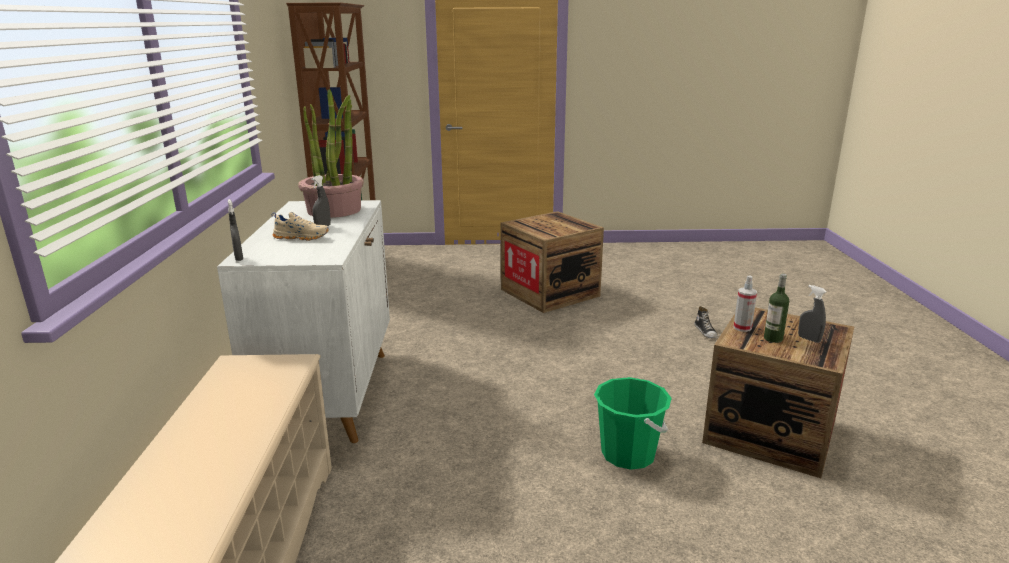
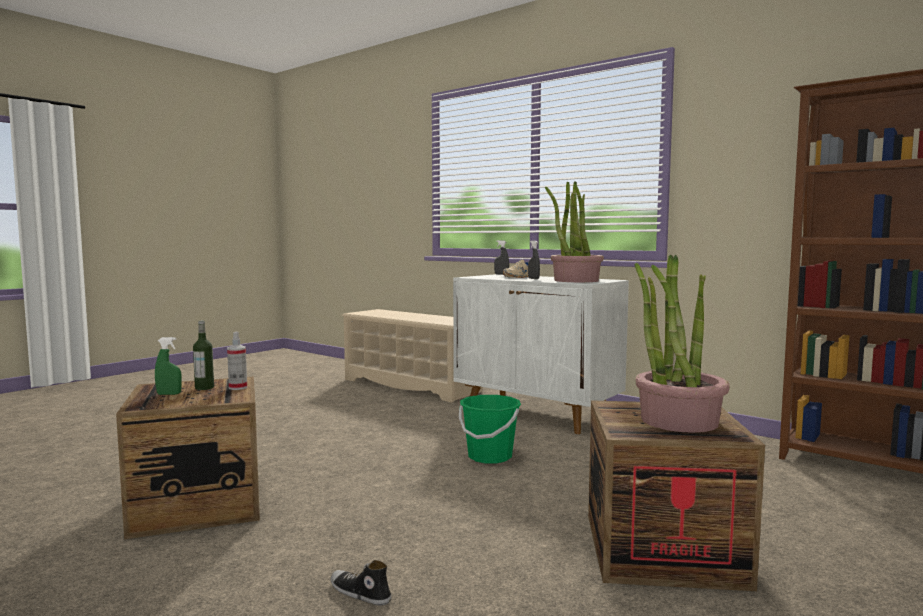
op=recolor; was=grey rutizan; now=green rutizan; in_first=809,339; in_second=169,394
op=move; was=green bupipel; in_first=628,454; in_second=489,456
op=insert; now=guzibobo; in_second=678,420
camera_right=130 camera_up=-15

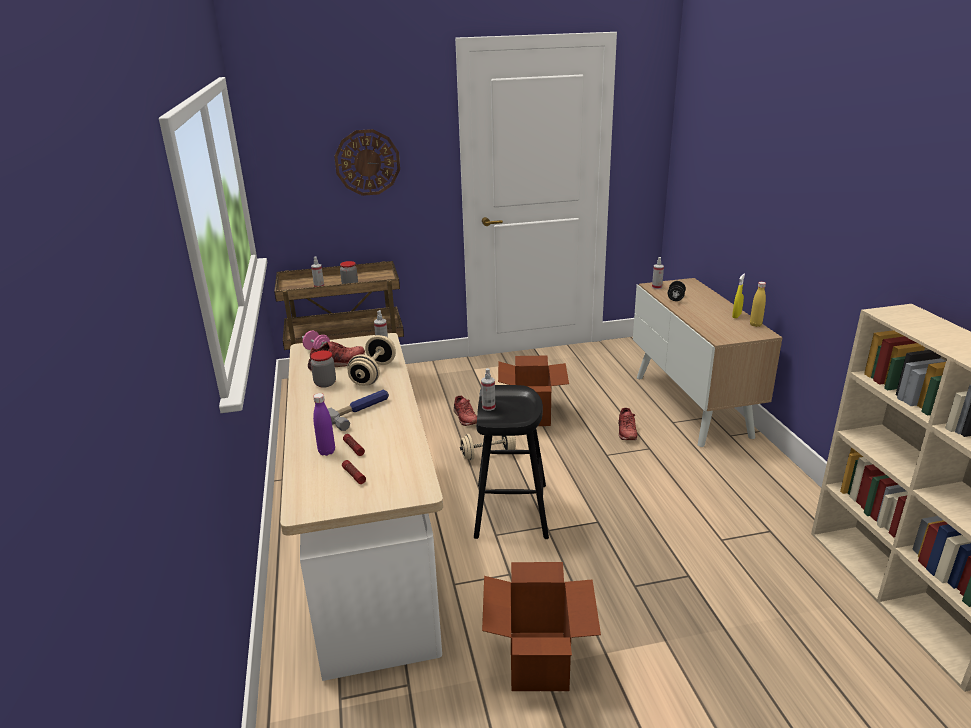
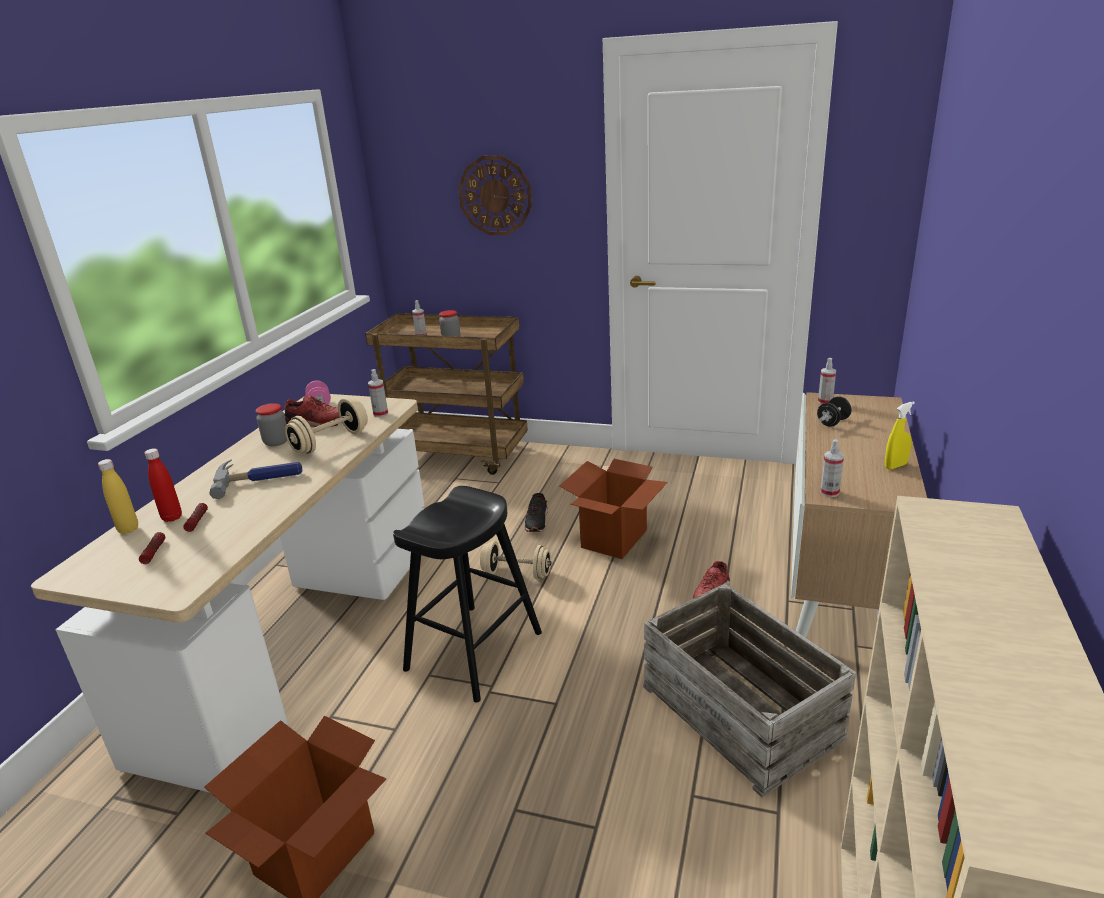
op=move; was=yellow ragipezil; in_first=755,325; in_second=128,529
op=move; was=rutizan; in_first=488,407; in_second=829,492
op=recolor; was=purple ragipezil; now=red ragipezil; in_first=327,451; in_second=172,517
op=recolor; was=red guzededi; now=black guzededi; in_first=465,417; in_second=536,521
op=insert; now=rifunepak; in_second=741,711
camera_right=30 camera_up=0

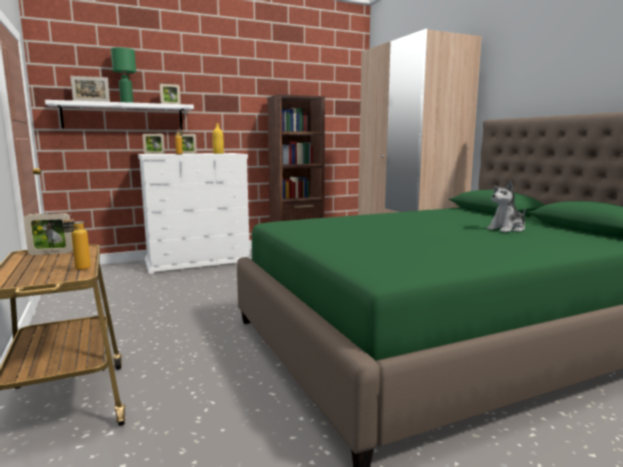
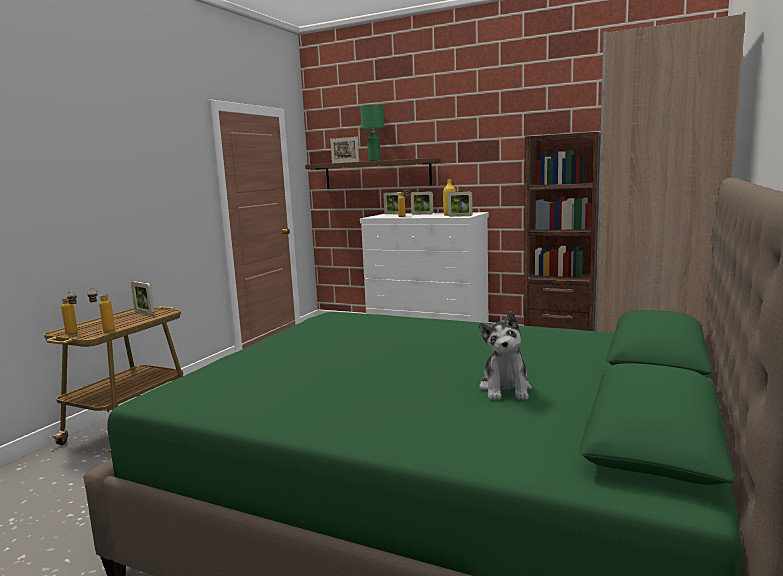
op=move; was=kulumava; in_first=170,104; in_second=460,216
op=recolor; was=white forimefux; now=brown forimefux; in_first=124,116; in_second=376,174
op=rotate; was=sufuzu; in_first=507,229; in_second=505,389; clockwise=-105
op=insert; now=ragipezil; in_second=74,333
camera_right=50 camera_up=0

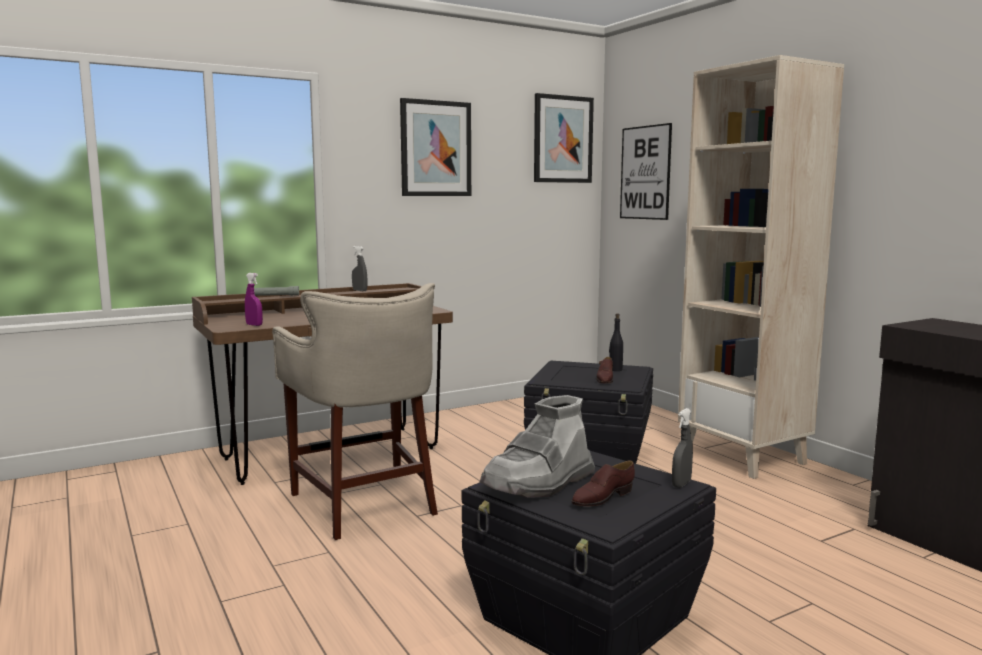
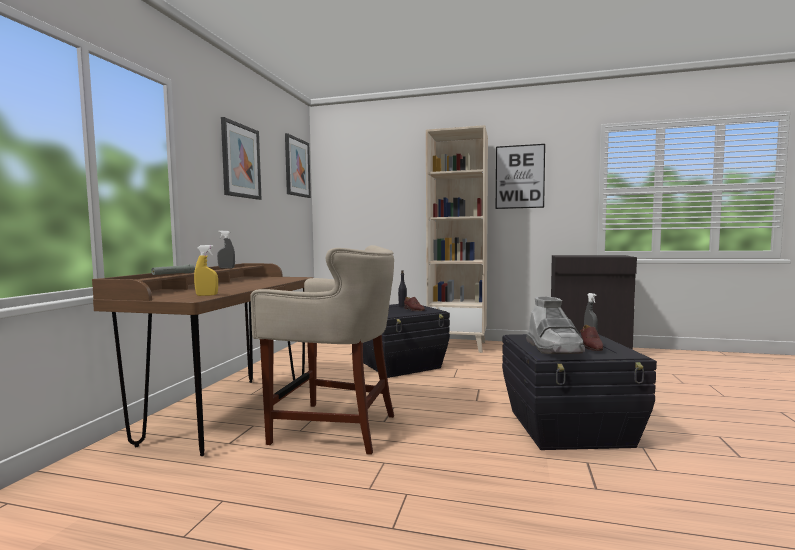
op=move; was=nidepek; in_first=645,172; in_second=519,177
op=recolor; was=purple rutizan; now=yellow rutizan; in_first=254,325; in_second=207,295
camera_right=-45 camera_up=-5

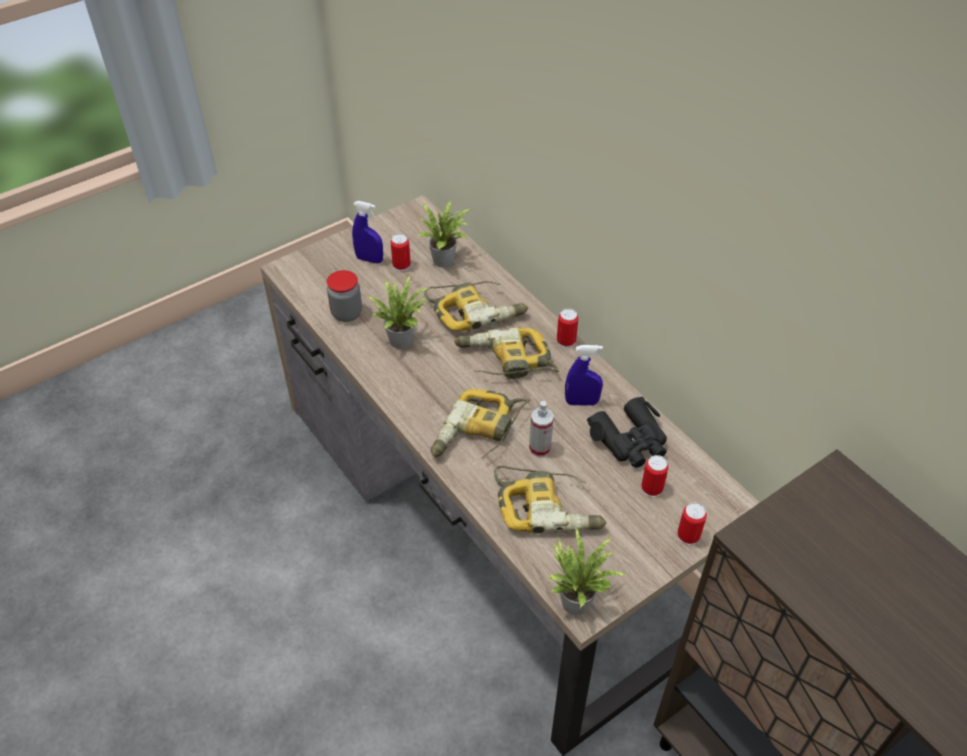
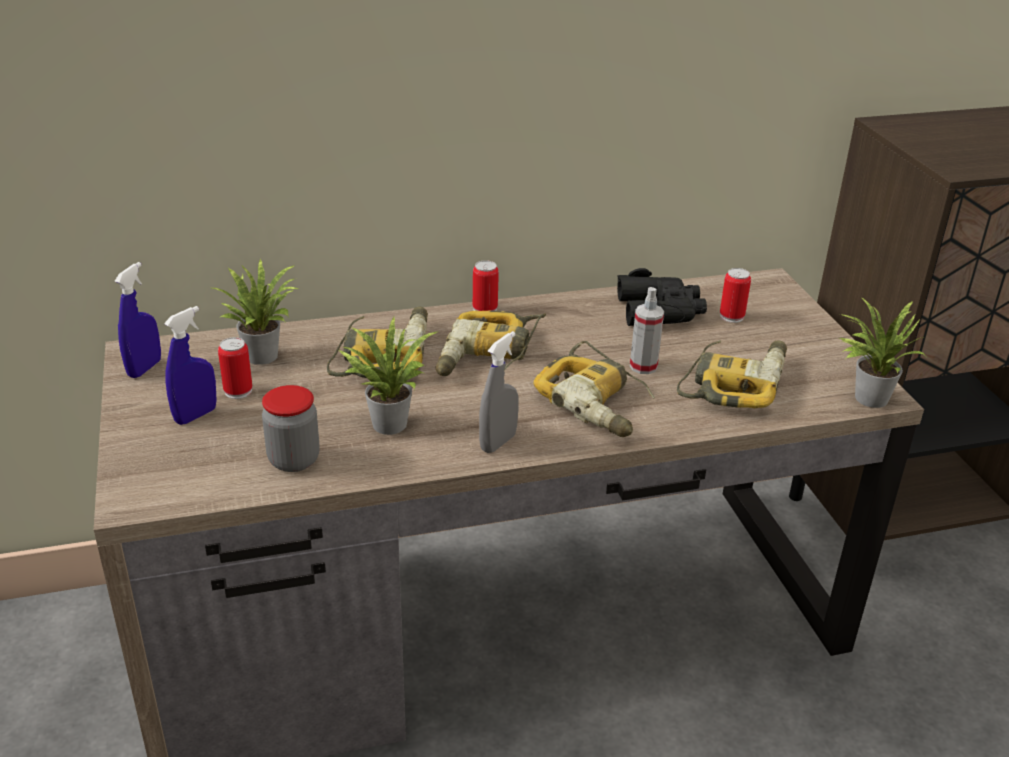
op=move; was=blue rutizan; in_first=581,402; in_second=144,368
op=delete; was=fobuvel; in_first=688,536
op=insert; now=grey rutizan; in_second=498,442
camera_right=-70 camera_up=-15

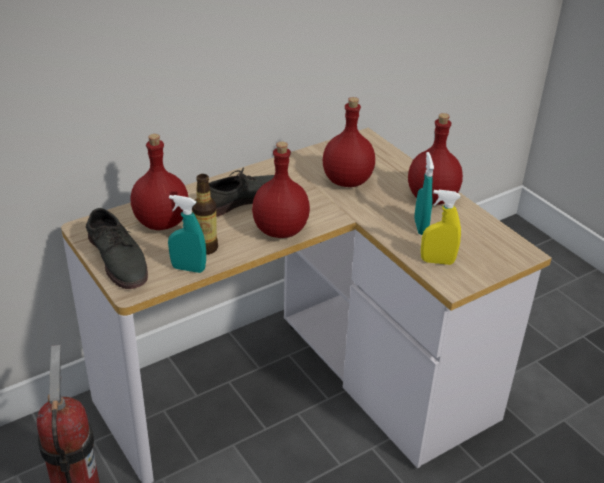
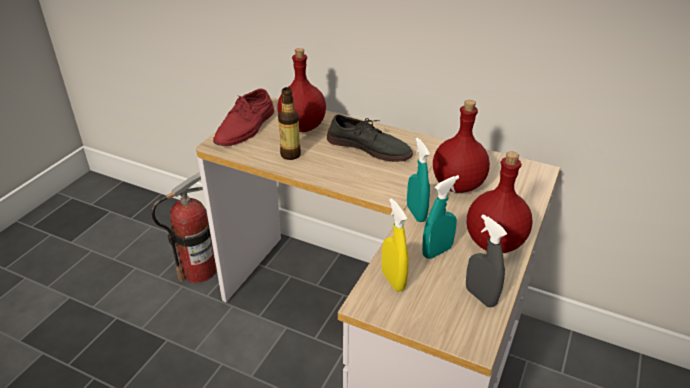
op=delete; was=red ragipezil; in_first=281,229
op=move; was=turquoise rutizan; in_first=188,268; in_second=416,213
op=recolor; was=grey guzededi; now=red guzededi; in_first=118,258; in_second=246,127
op=insert; now=grey rutizan; in_second=480,296
camera_right=60 camera_up=0

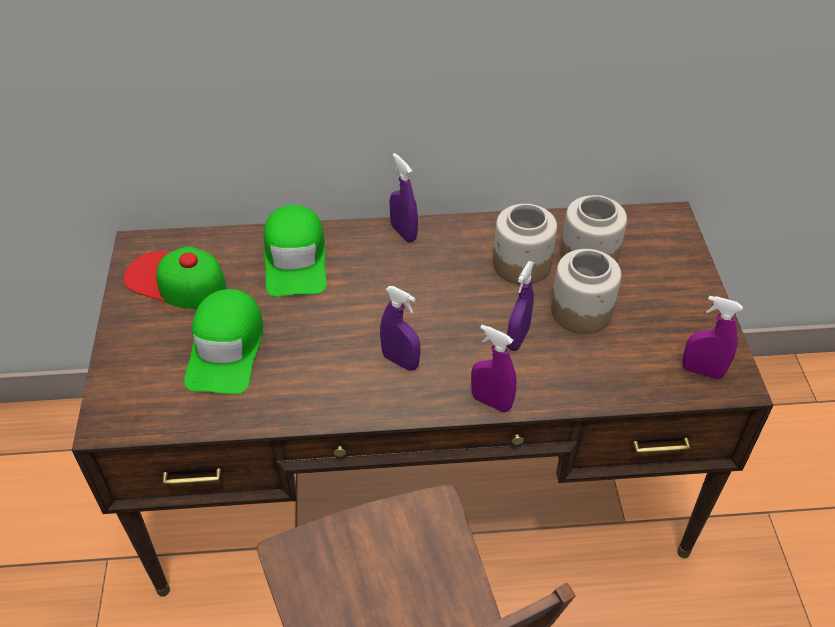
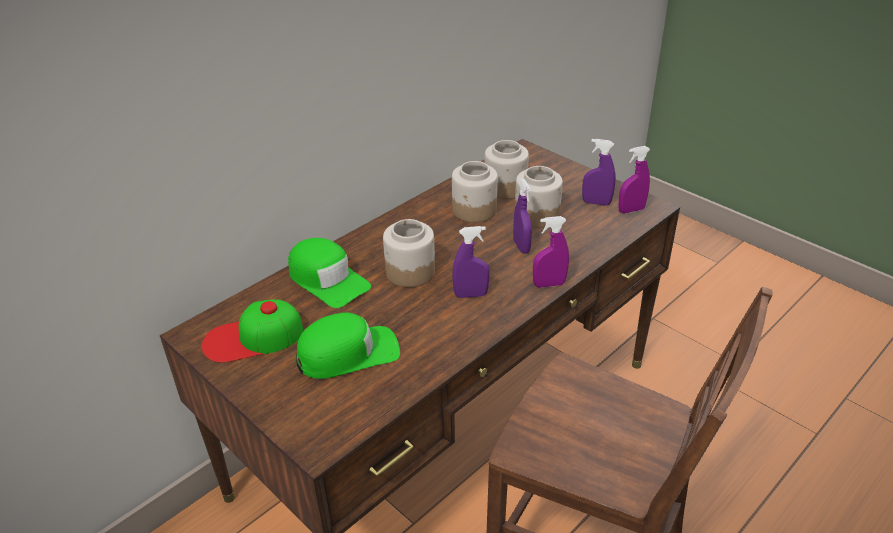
op=move; was=purple rutizan; in_first=403,233; in_second=596,203
op=rotate; was=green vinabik; in_first=226,349; in_second=348,353; clockwise=-75
op=insert; now=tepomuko; in_second=410,272
camera_right=-40 camera_up=-10

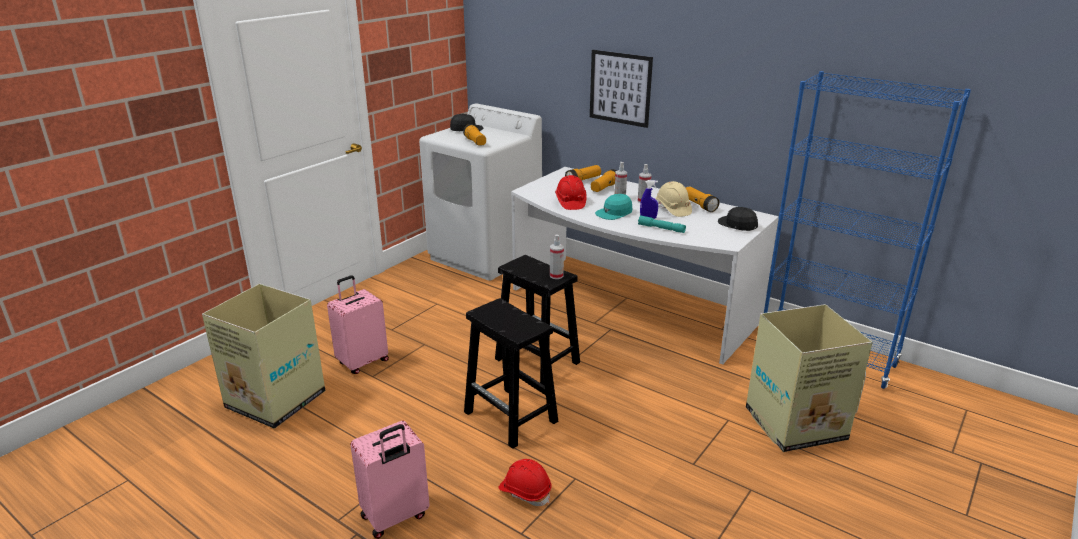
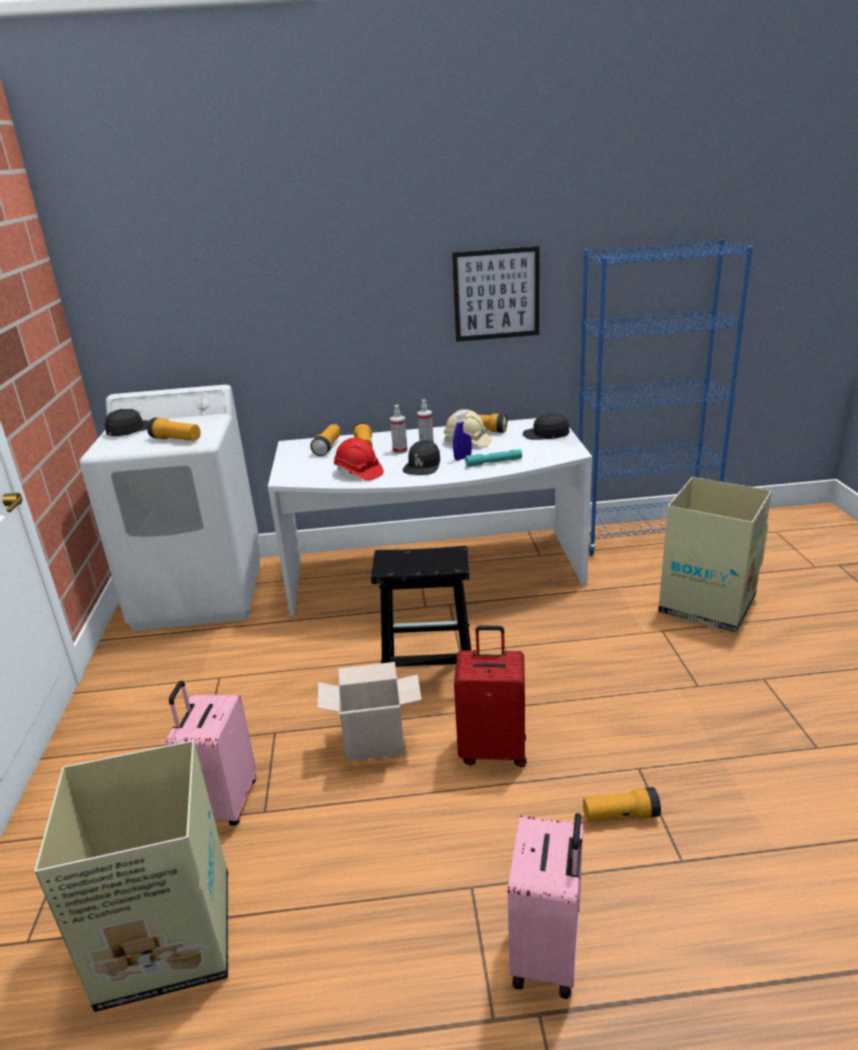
op=move; was=nidepek; in_first=620,88; in_second=496,294
op=recolor; was=turquoise vinabik; now=black vinabik; in_first=614,213; in_second=422,466
op=delete; was=rutizan; in_first=556,276
op=replace; was=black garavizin; now=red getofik; in_first=512,417; in_second=493,750
op=replace; was=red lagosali; now=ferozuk; in_first=525,491; in_second=620,815
op=insert; now=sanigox; in_second=376,742
camera_right=-40 camera_up=0

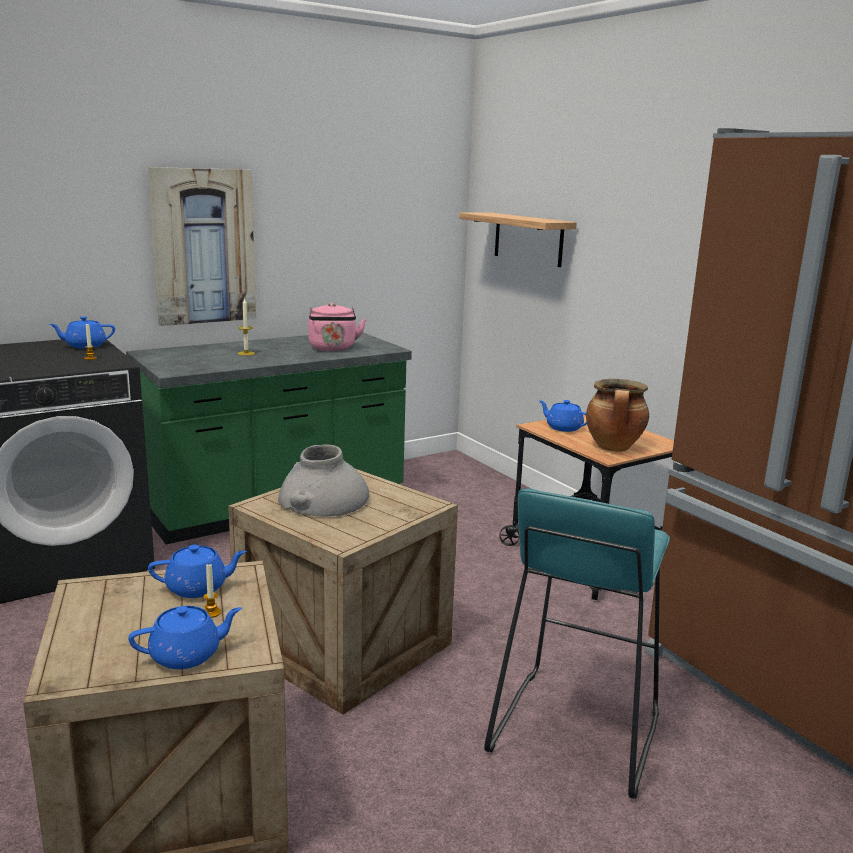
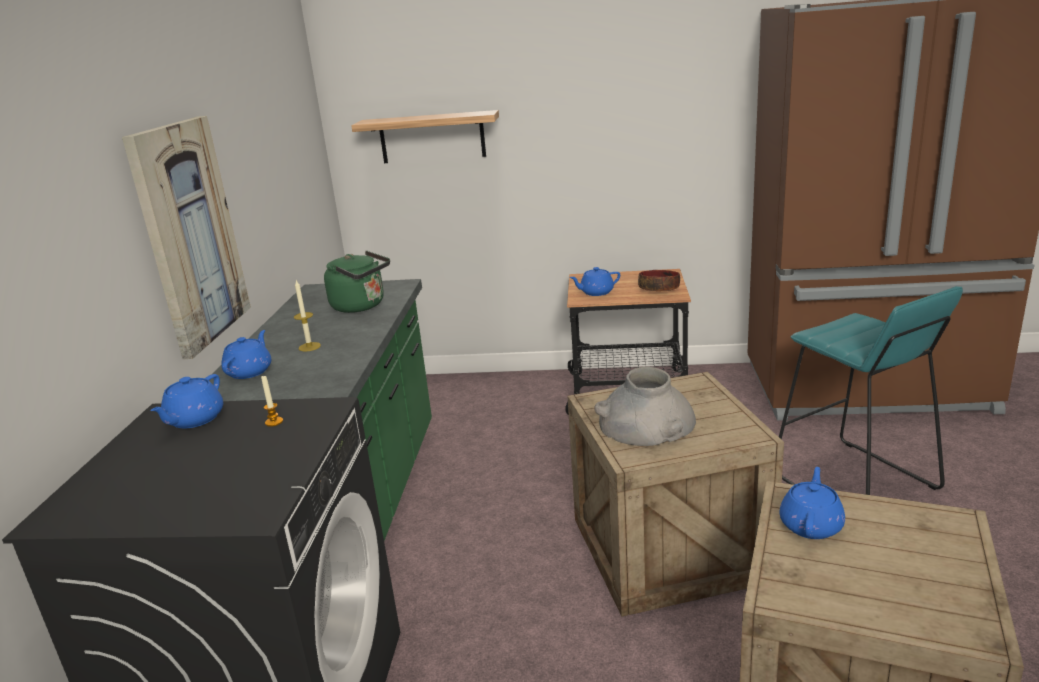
op=recolor; was=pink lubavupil; now=green lubavupil; in_first=333,349; in_second=361,306
op=replace; was=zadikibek; now=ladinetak; in_first=614,448; in_second=659,289
op=delete; was=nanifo; in_first=211,613
op=move; was=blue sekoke; in_first=187,655; in_second=250,371
camera_right=-50 camera_up=5

